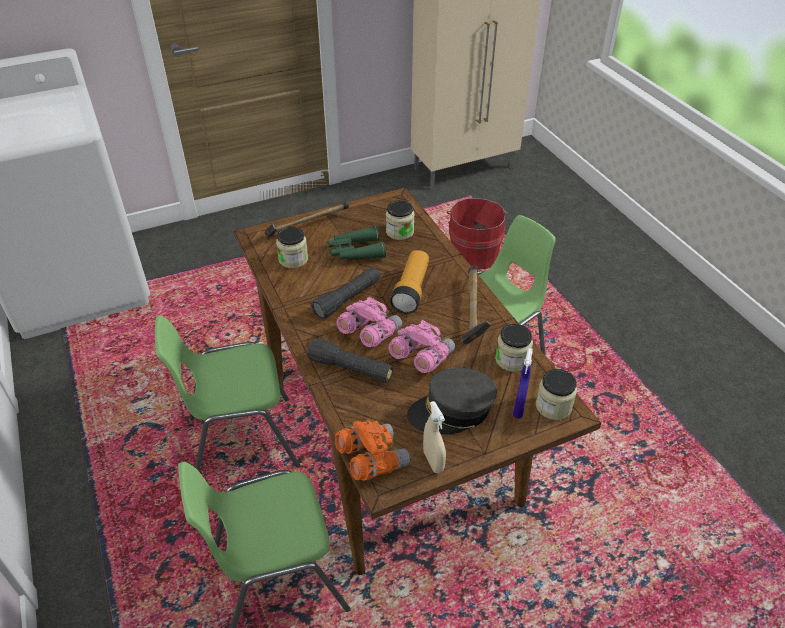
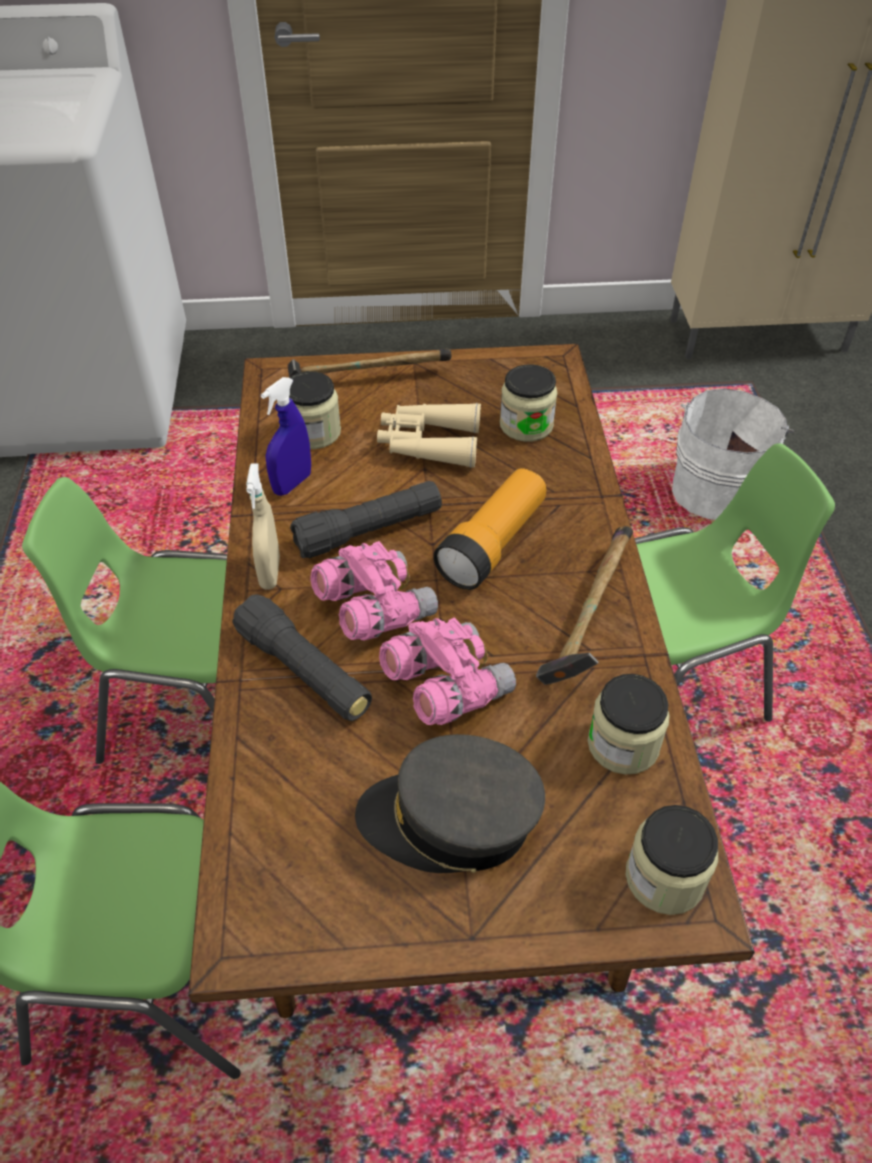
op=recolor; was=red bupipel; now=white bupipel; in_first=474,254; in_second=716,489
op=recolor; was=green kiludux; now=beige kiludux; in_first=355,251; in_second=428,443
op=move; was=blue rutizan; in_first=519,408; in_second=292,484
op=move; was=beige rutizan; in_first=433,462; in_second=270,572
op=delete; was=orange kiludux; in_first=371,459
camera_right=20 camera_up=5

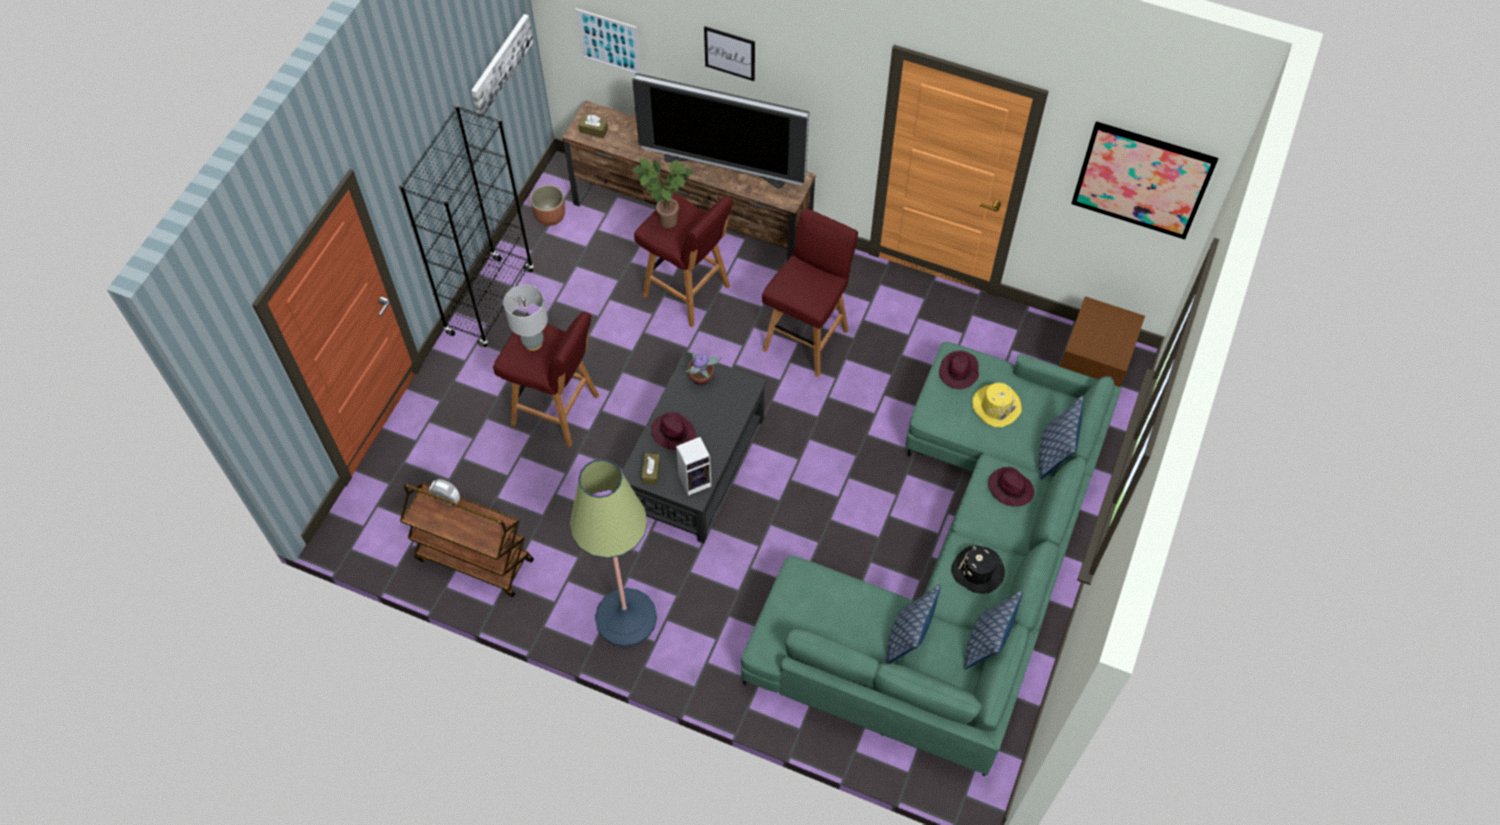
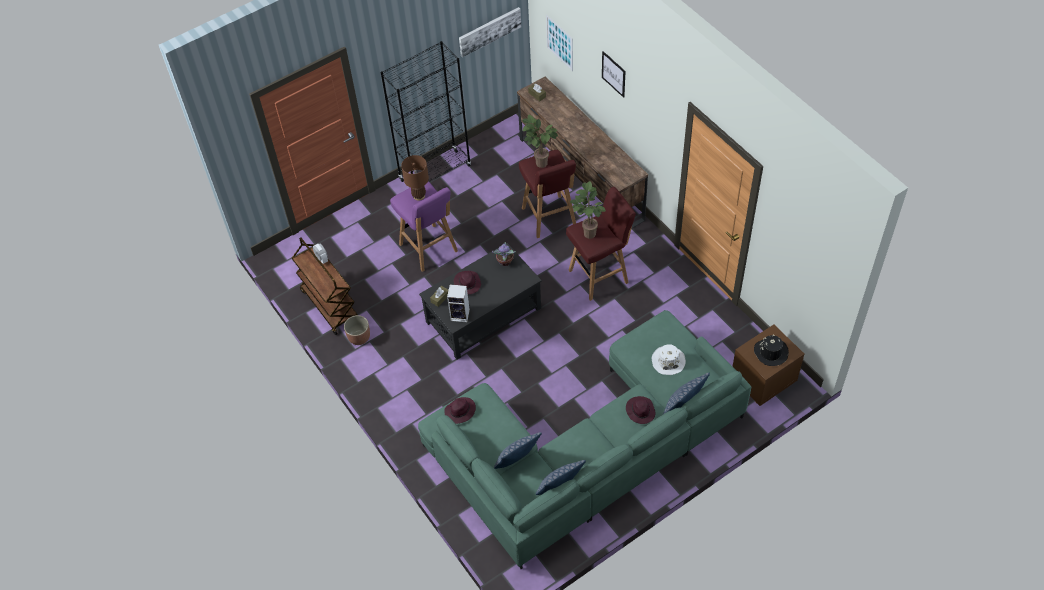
op=delete; was=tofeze; in_first=725,166
op=delete; was=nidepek; in_first=1142,179
op=move; was=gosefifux; in_first=550,216; in_second=359,337
op=recolor; was=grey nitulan; now=brown nitulan; in_first=533,343; in_second=419,196
op=recolor; was=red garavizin; now=purple garavizin; in_first=557,411; in_second=429,249
op=move; was=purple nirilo; in_first=959,372; in_second=460,412
op=recolor; was=yellow nirilo; now=white nirilo; in_first=996,406; in_second=668,361
op=delete; was=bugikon; in_first=626,617
op=move; was=black nirilo; in_first=977,571; in_second=771,352
op=insert; now=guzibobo; in_second=587,233
camera_right=35 camera_up=-5

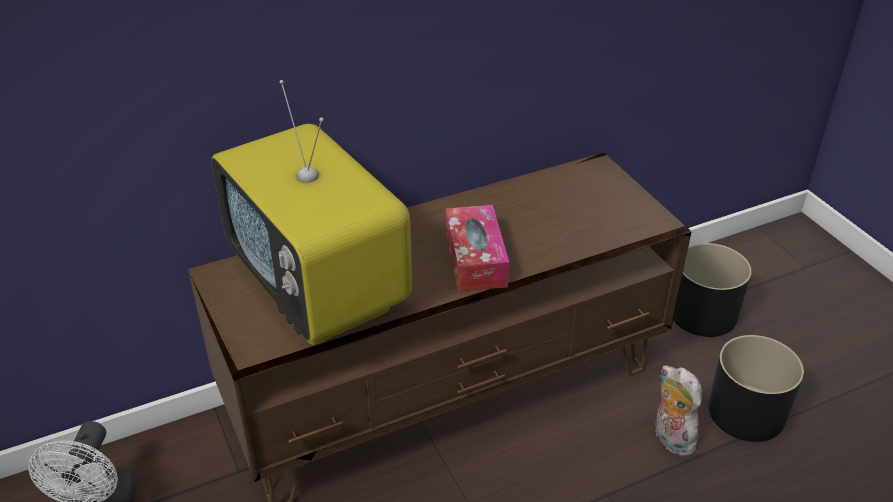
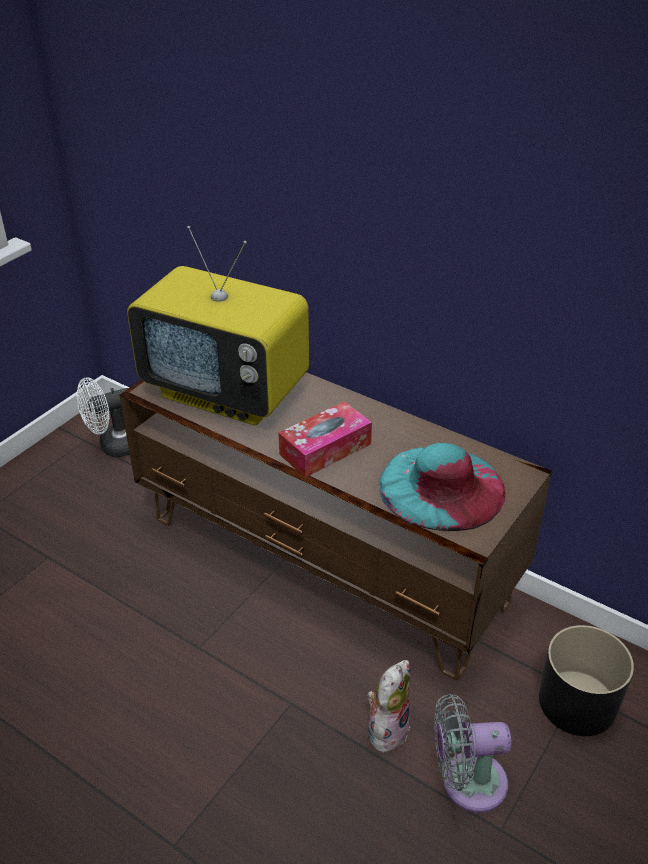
op=rotate; was=tofeze; in_first=321,291; in_second=228,393; clockwise=-90
op=replace; was=black gosefifux; now=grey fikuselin; in_first=747,412; in_second=467,782
op=insert; now=turquoise nirilo; in_second=441,487
camera_right=60 camera_up=0

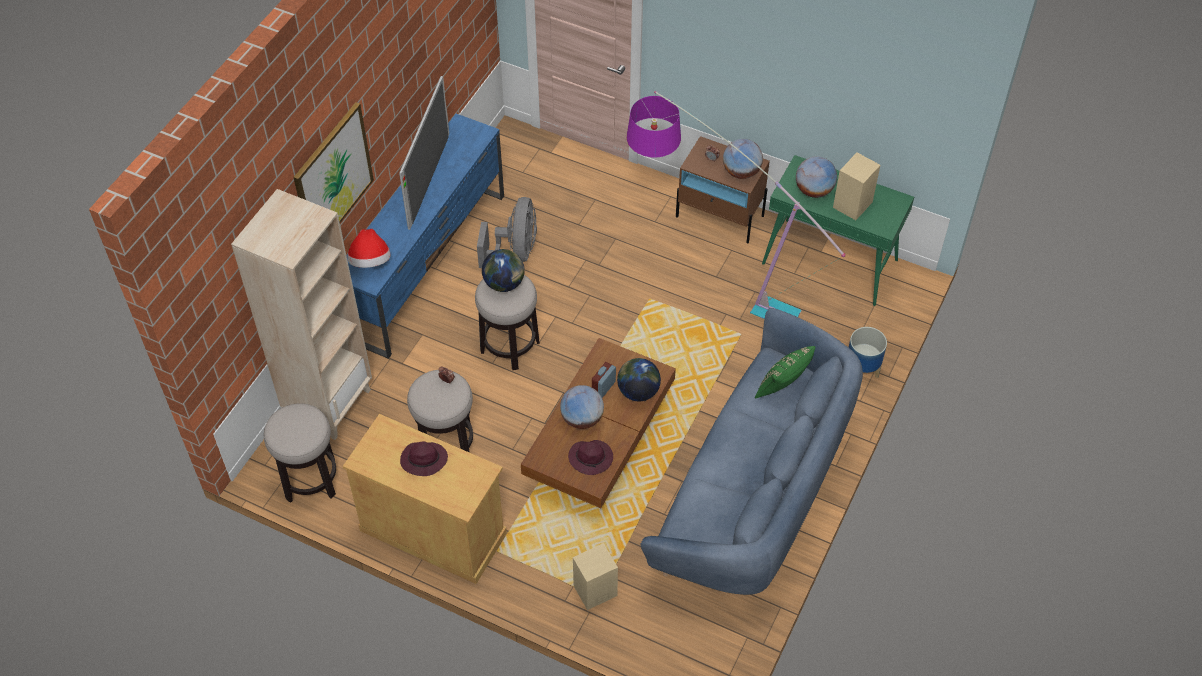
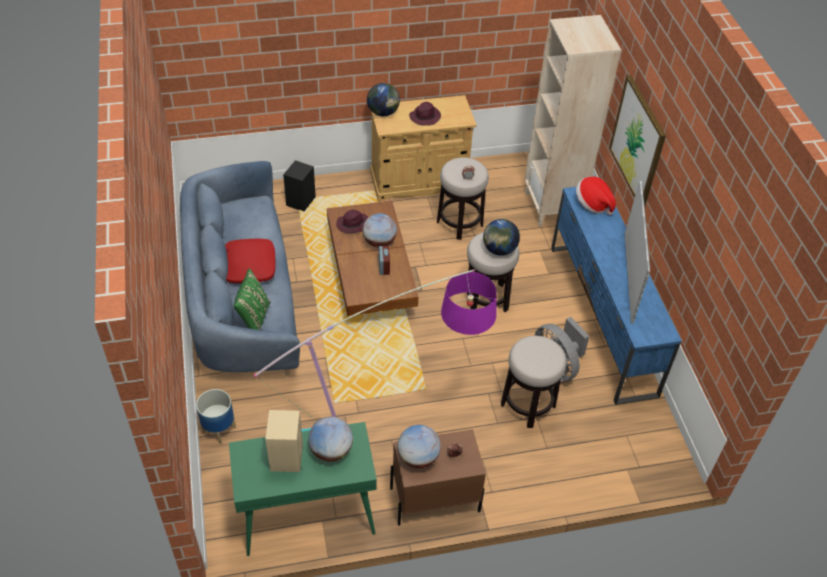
op=rotate; was=tofeze; in_first=429,180; in_second=629,276; clockwise=-150
op=move; was=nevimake; in_first=638,391; in_second=383,112
op=move; was=garavizin; in_first=310,479; in_second=528,405
op=recolor; was=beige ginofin; now=black ginofin; in_first=594,591; in_second=301,201
op=insert; now=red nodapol; in_second=249,266
camera_right=140 camera_up=-5

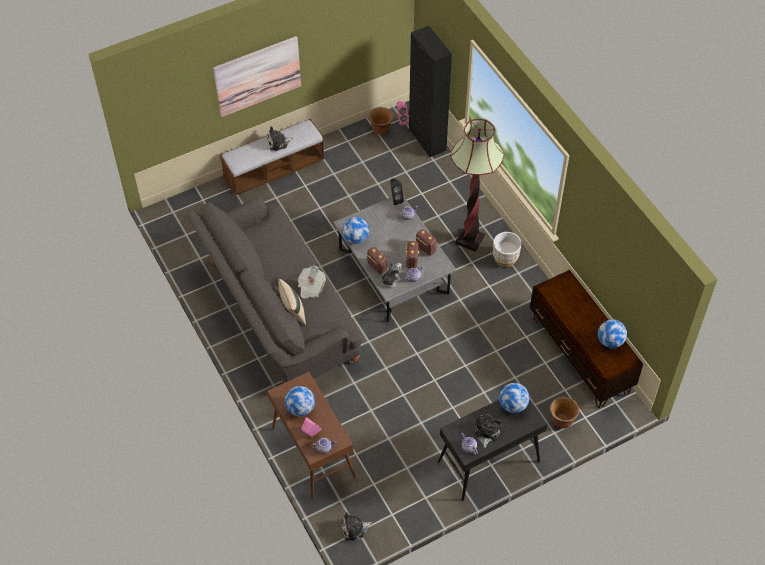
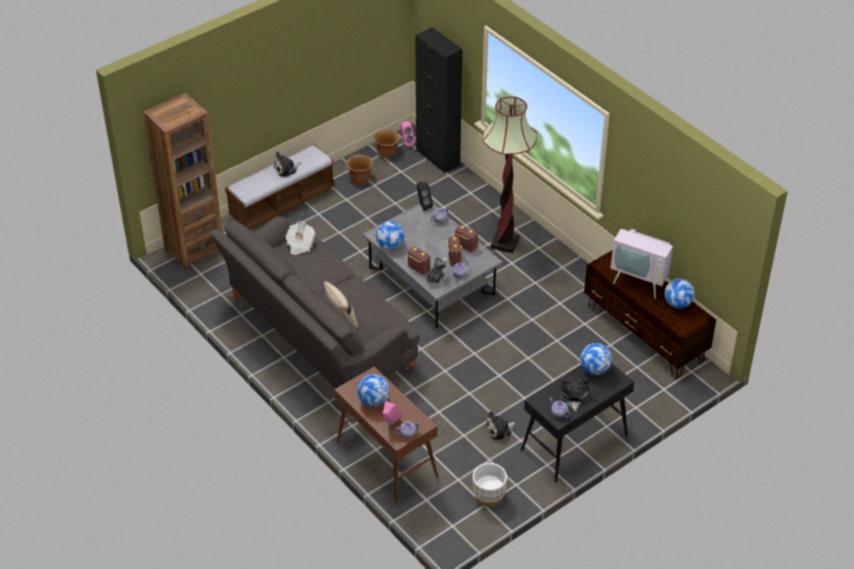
op=delete; was=nidepek; in_first=257,76
op=move; was=white gosefifux; in_first=505,258; in_second=488,496
op=move; was=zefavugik; in_first=311,287; in_second=300,245
op=move; was=brown gosefifux; in_first=562,421; in_second=360,179
op=move; was=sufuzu; in_first=354,529; in_second=499,430
op=insert; now=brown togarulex; in_second=194,250
op=insert; now=tofeze; in_second=639,281
camera_right=-10 camera_up=-10

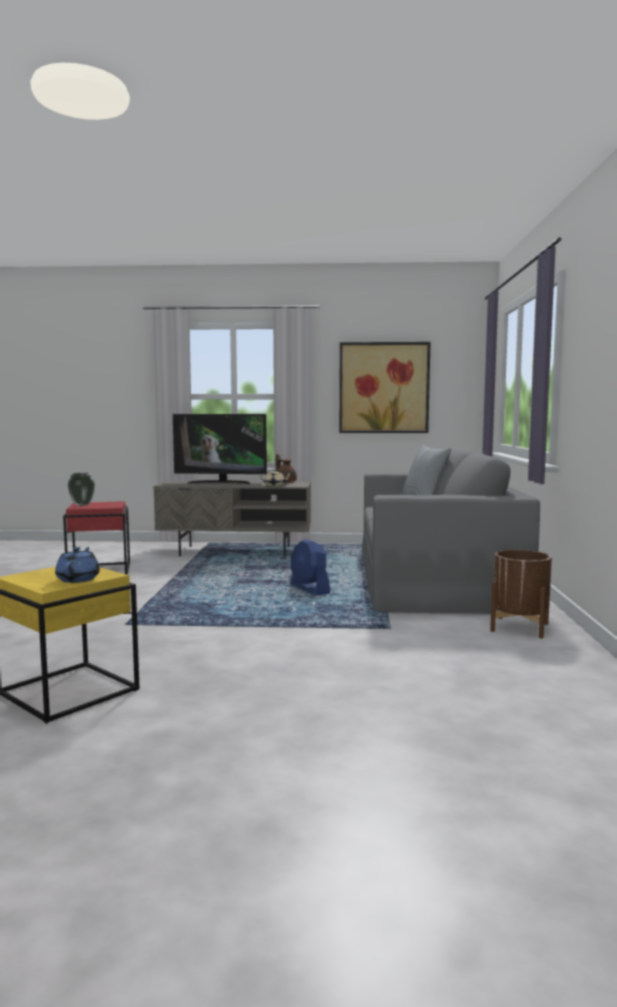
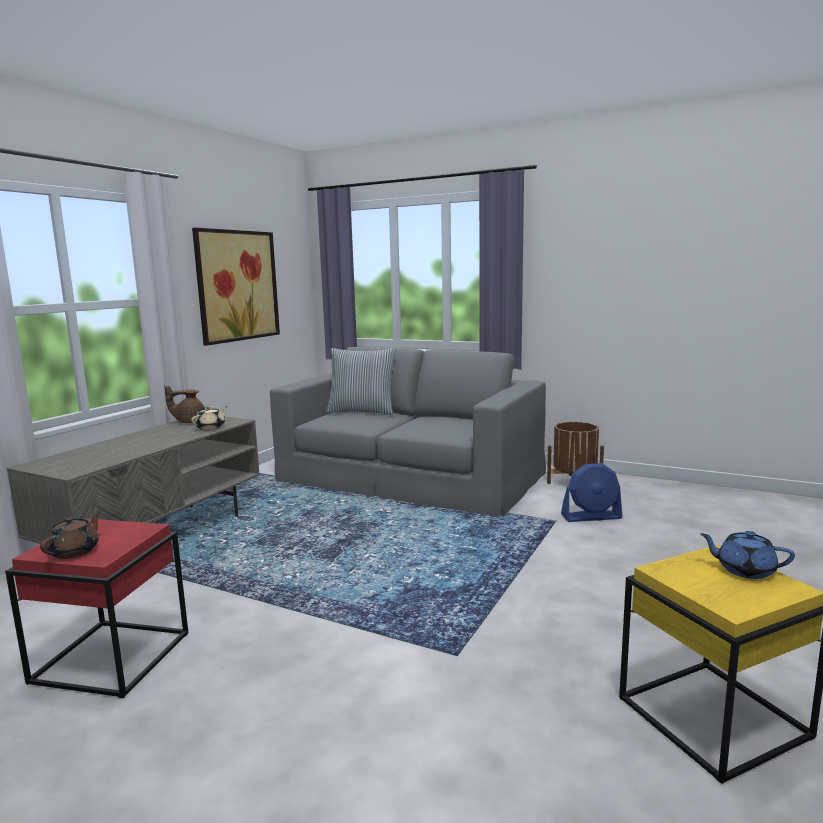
op=delete; was=tofeze; in_first=221,482
op=replace; was=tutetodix; now=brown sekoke; in_first=82,505; in_second=75,551
op=move; was=blue fikuselin; in_first=309,589; in_second=591,517
camera_right=-65 camera_up=5

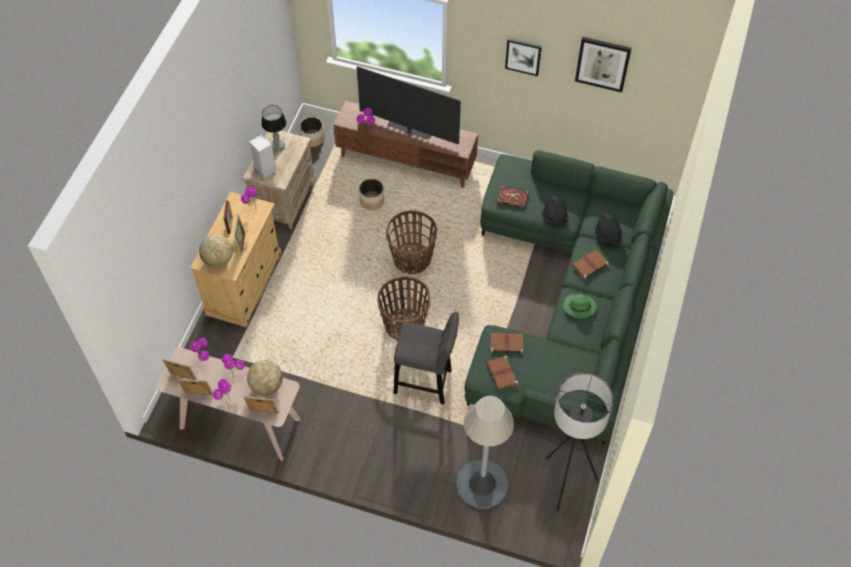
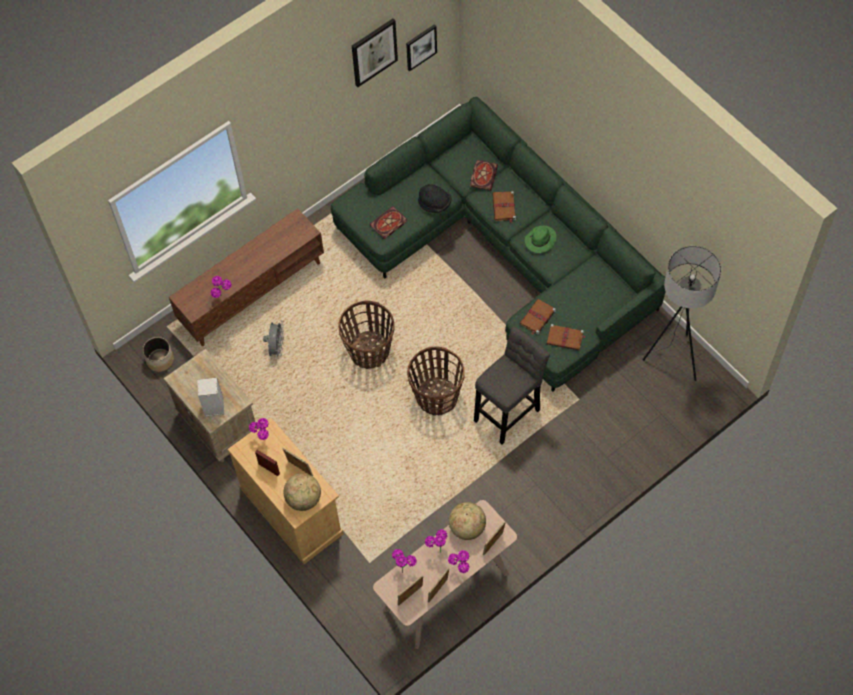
op=move; was=nidepek; in_first=523,56; in_second=421,47
op=delete; was=tofeze; in_first=409,129
op=delete; was=nitulan; in_first=278,146
op=replace; was=gosefifux; now=grey fikuselin; in_first=372,200; in_second=276,348
op=replace; was=black nirilo; now=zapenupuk; in_first=607,235; in_second=483,175
op=delete; was=grey bugikon; in_first=482,484
camera_right=-55 camera_up=5

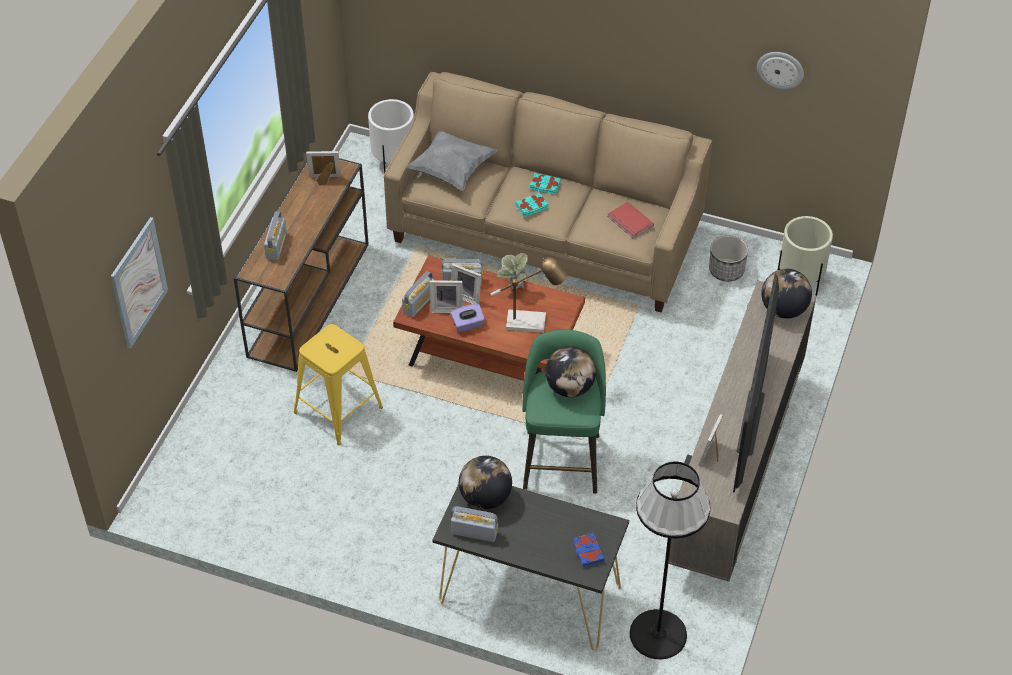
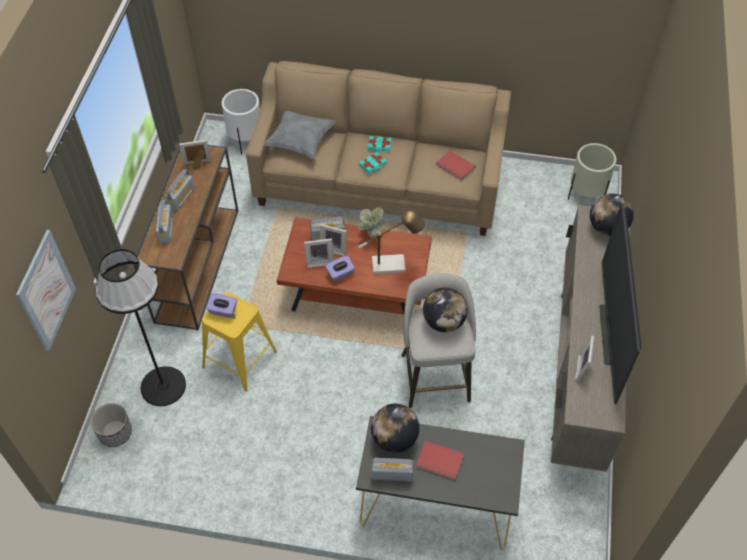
op=delete; was=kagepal; in_first=780,69
op=move; was=gosefifux; in_first=726,270; in_second=115,433
op=move; was=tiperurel; in_first=419,303; in_second=181,197
op=recolor; was=green garavizin; now=grey garavizin; in_first=562,459; in_second=435,375
op=move; was=black bugikon; in_first=658,634; in_second=163,386
op=delete; was=blue zapenupuk; in_first=587,552
op=insert; now=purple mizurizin; in_second=223,311
op=insert; now=red zapenupuk; in_second=439,462
camera_right=-10 camera_up=5

